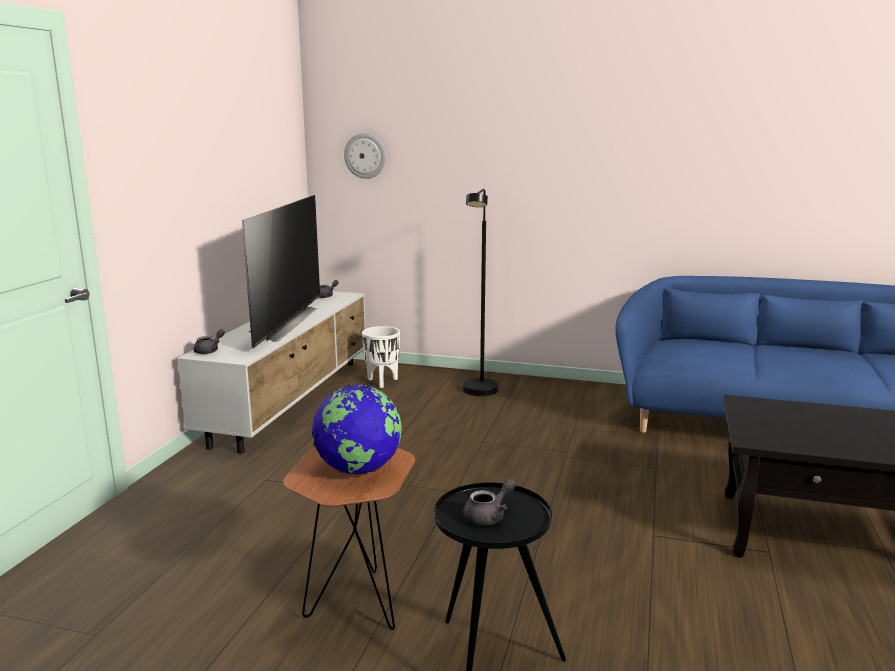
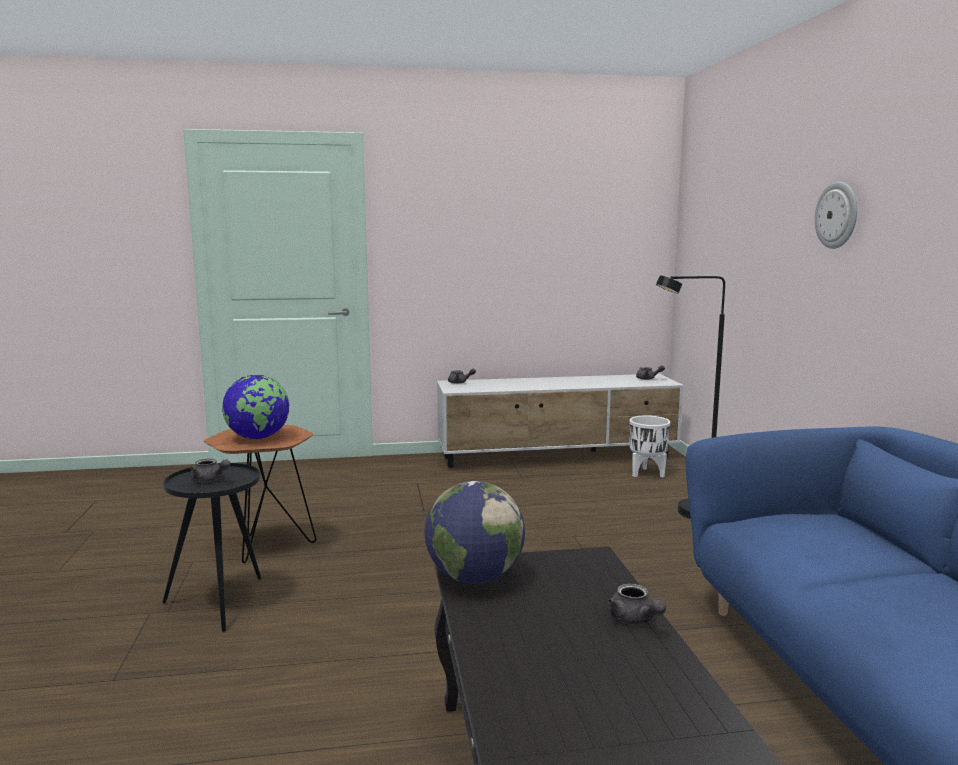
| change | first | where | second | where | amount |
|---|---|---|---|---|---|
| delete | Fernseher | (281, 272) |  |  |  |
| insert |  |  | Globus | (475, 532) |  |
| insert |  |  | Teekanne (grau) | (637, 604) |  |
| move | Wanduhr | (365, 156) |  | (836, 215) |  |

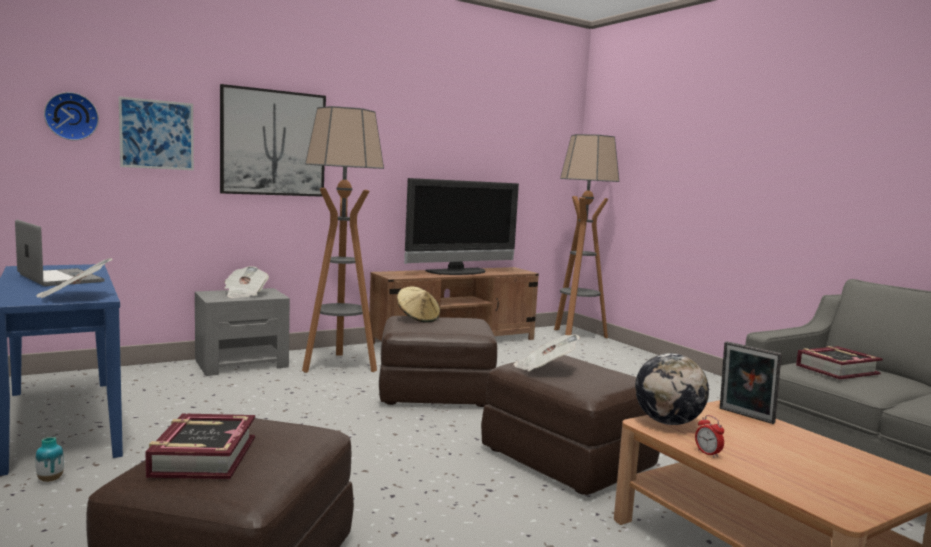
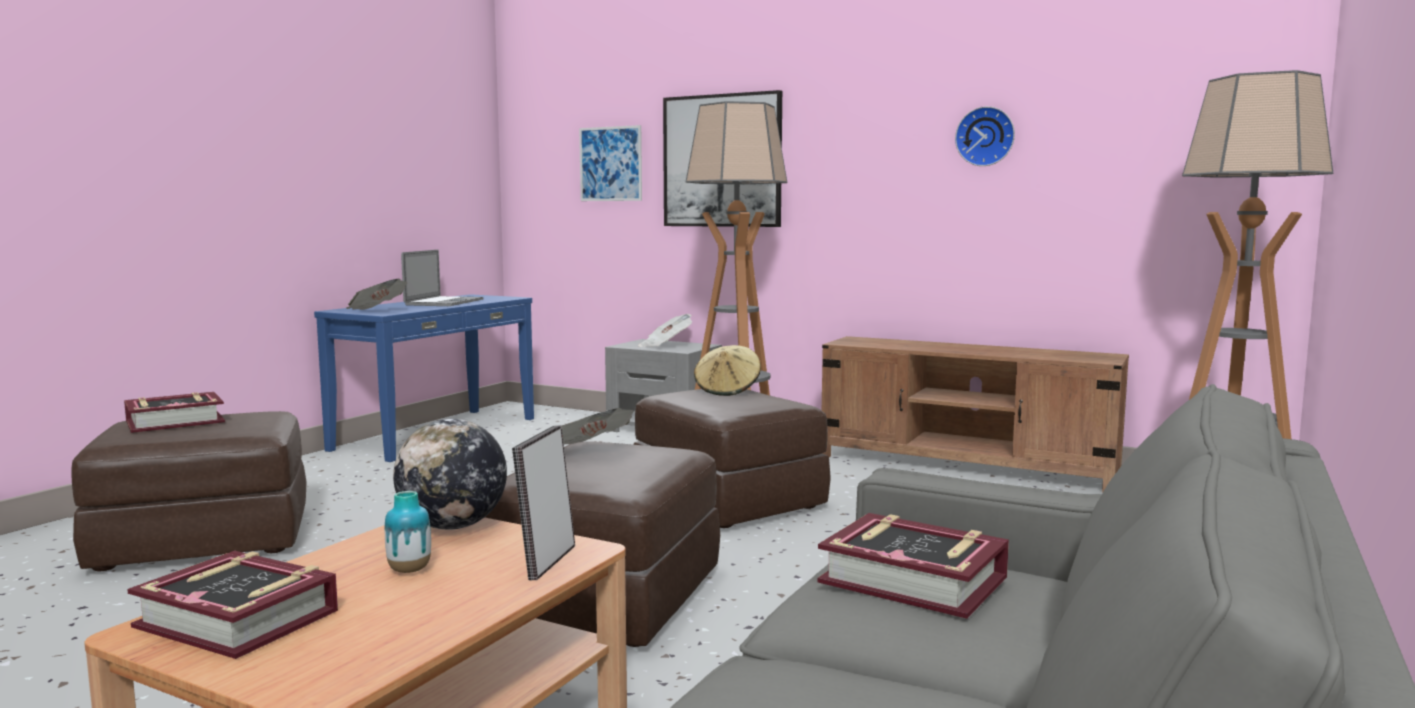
| change | first | where | second | where | amount |
|---|---|---|---|---|---|
| delete | Fernseher | (461, 226) |  |  |  |
| delete | Wecker | (709, 436) |  |  |  |
| insert |  |  | Buch | (232, 605) |  |
| move | Vase | (50, 459) |  | (408, 532) |  |
| move | Wanduhr | (71, 116) |  | (985, 136) |  |

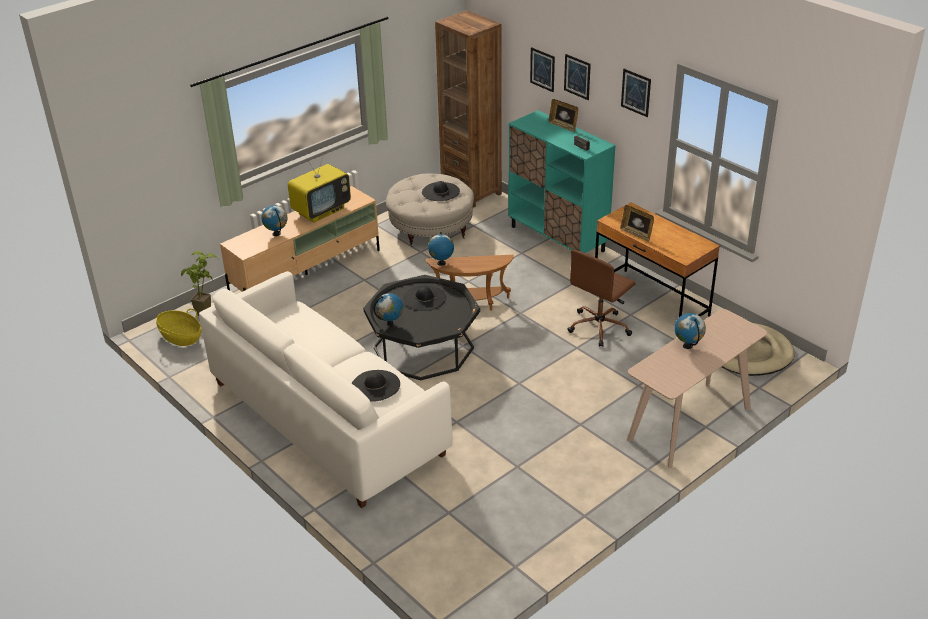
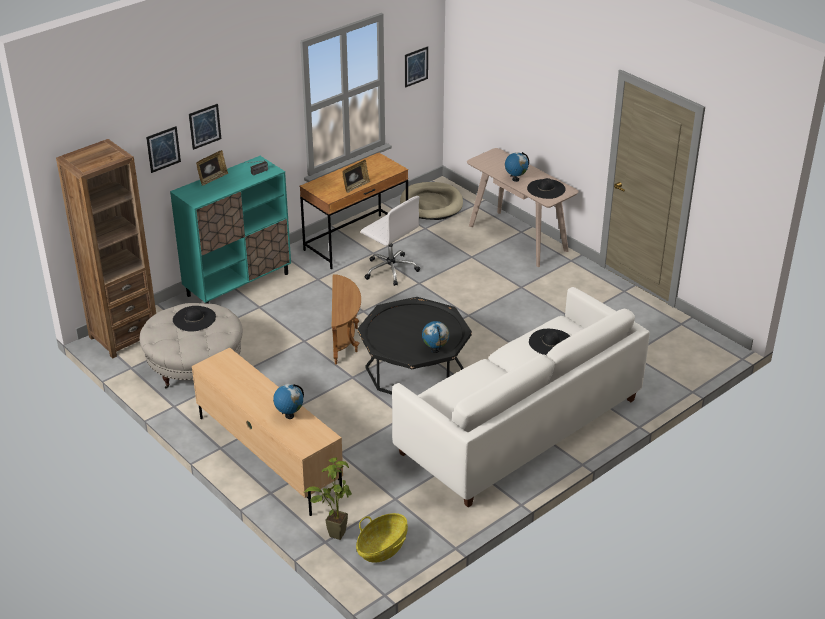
| change | first | where | second | where | amount |
|---|---|---|---|---|---|
| delete | Fernseher | (319, 187) |  |  |  |
| delete | Globus | (441, 249) |  |  |  |
| move | Hut (schwarz) | (424, 298) |  | (546, 188) |  |
| move | Bild | (636, 93) |  | (416, 67) |  |
| recolor | Bürostuhl (braun) | (602, 298) | Bürostuhl (weiß) | (390, 241) |  |

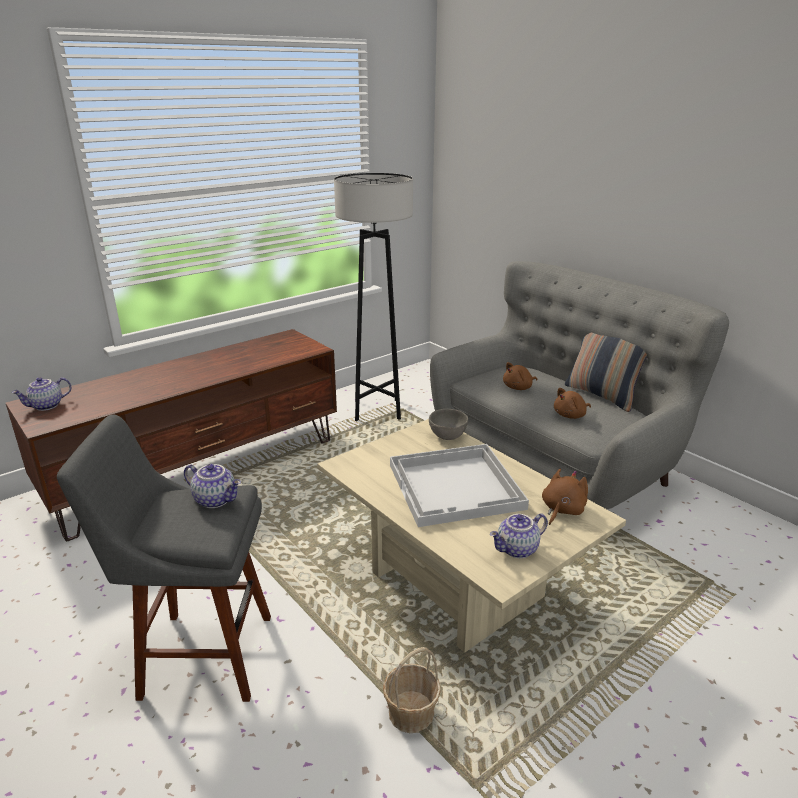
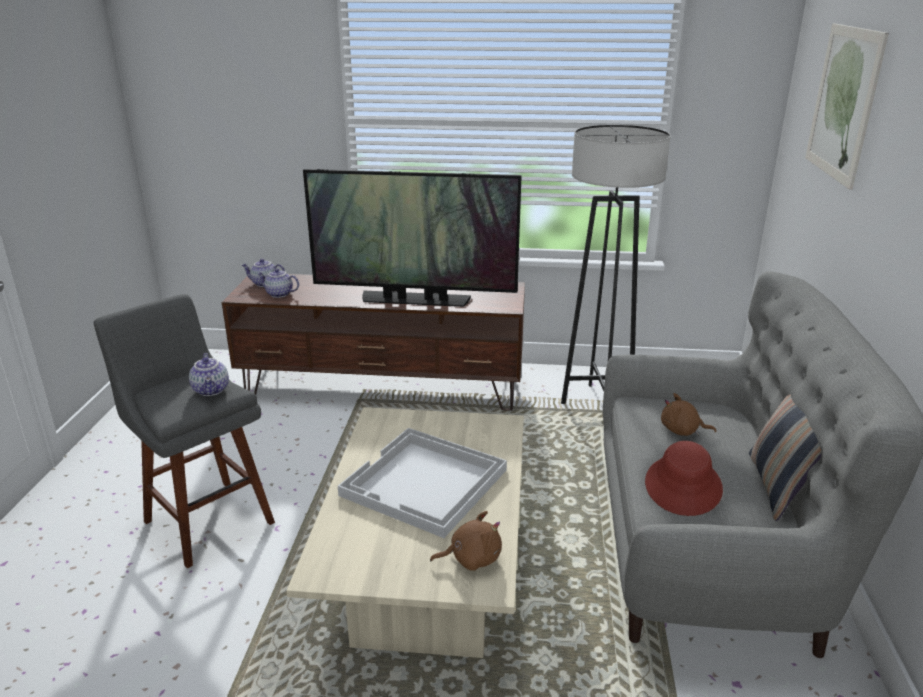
| change | first | where | second | where | amount |
|---|---|---|---|---|---|
| delete | Korb | (412, 690) |  |  |  |
| delete | Schüssel (grau) | (448, 424) |  |  |  |
| insert |  |  | Fernseher | (412, 238) |  |
| insert |  |  | Bild | (847, 107) |  |
| move | Teekanne | (519, 535) |  | (278, 283) |  |
| replace | Plüschtier (braun) | (572, 403) | Hut (rot) | (684, 478) |  |

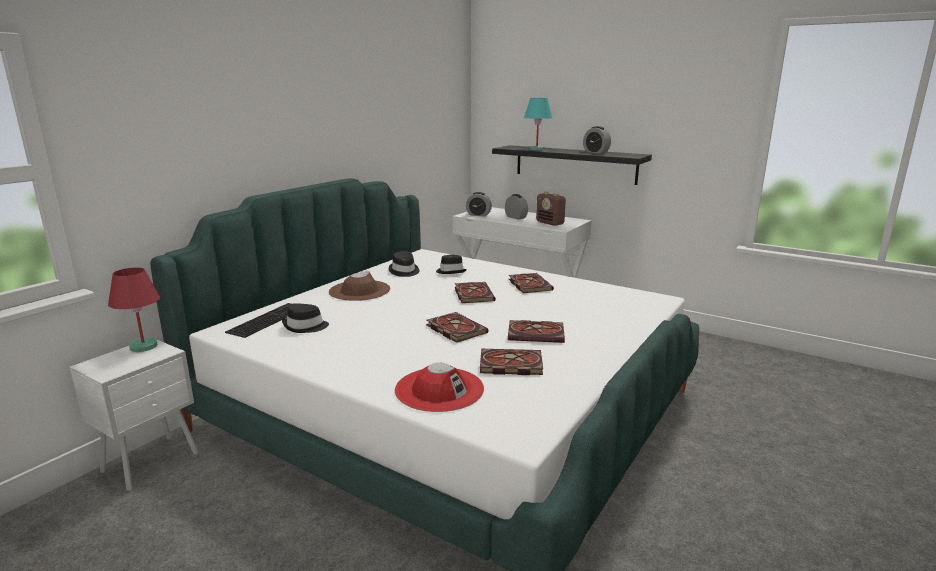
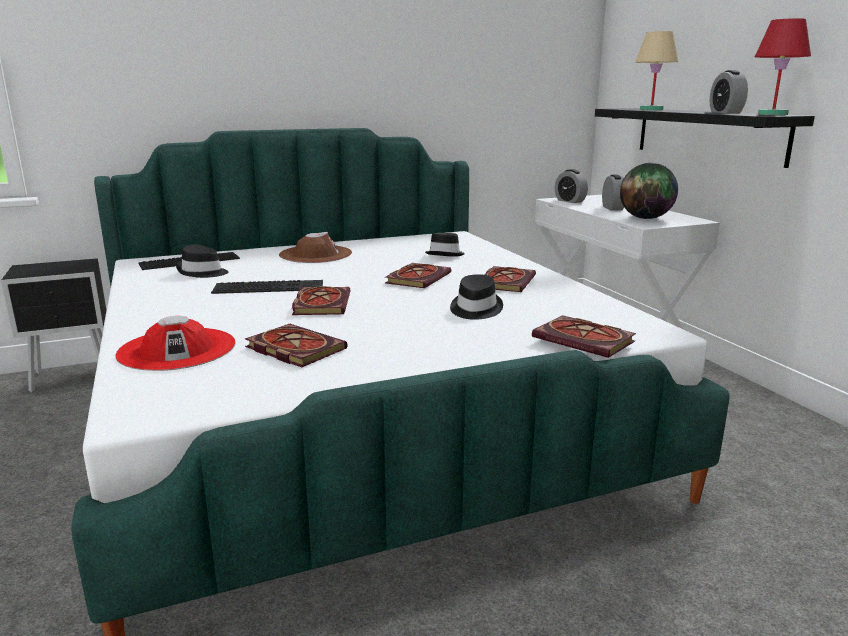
| change | first | where | second | where | amount |
|---|---|---|---|---|---|
| insert |  |  | Tastatur | (267, 287) |  |
| move | Tischlampe (rot) | (134, 309) |  | (783, 66) |  |
| move | Hut (schwarz) | (404, 264) |  | (476, 297) |  |
| move | Buch | (536, 331) |  | (584, 336) |  |
| replace | Radio | (551, 208) | Globus | (649, 191) |  |
| recolor | Nachttisch (weiß) | (133, 415) | Nachttisch (schwarz) | (53, 325) |  |
| recolor | Tischlampe (türkis) | (538, 124) | Tischlampe (beige) | (657, 70) |  |

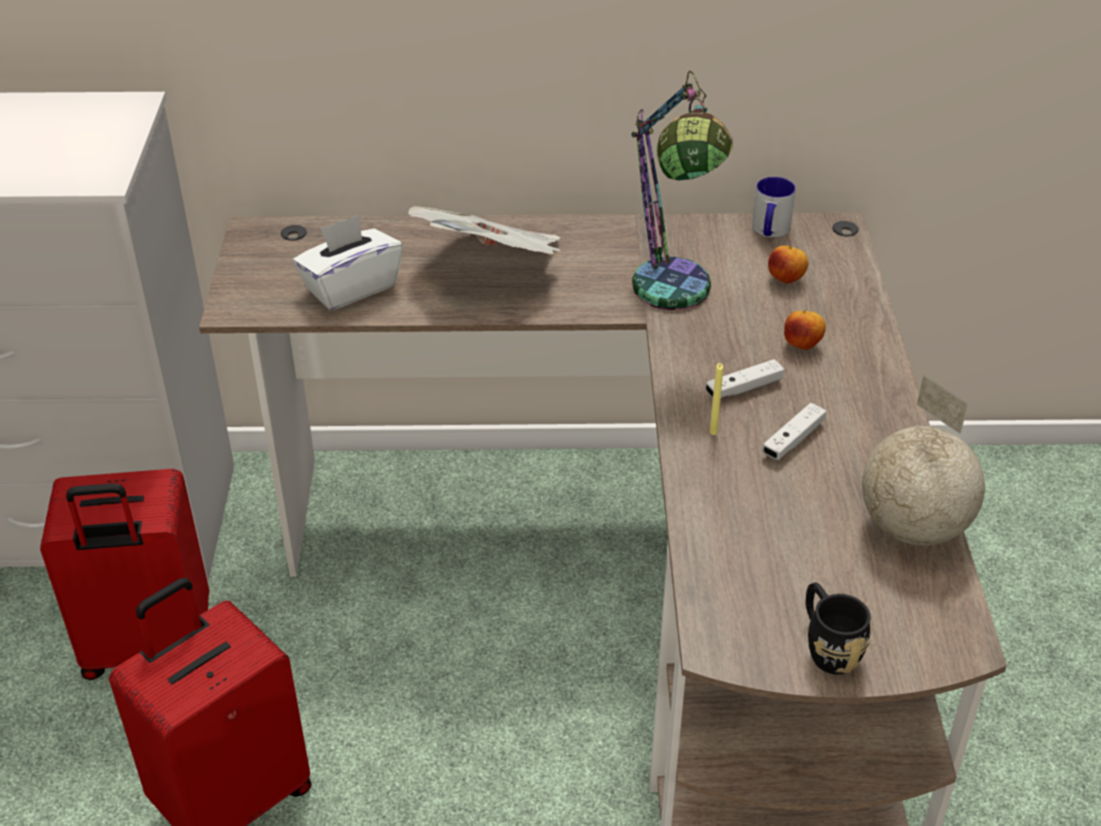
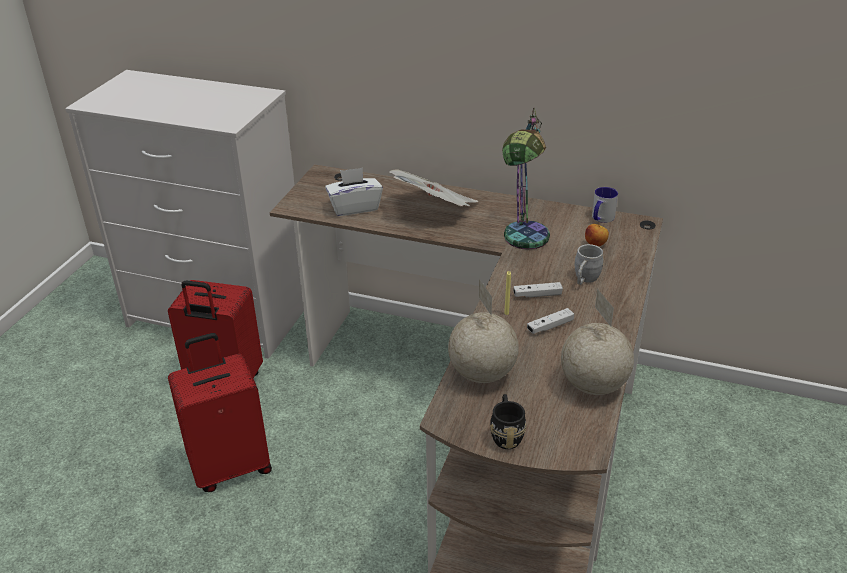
| change | first | where | second | where | amount |
|---|---|---|---|---|---|
| insert |  |  | Globus | (483, 331) |  |
| replace | Apfel | (805, 330) | Henkelbecher (grau) | (589, 264) |  |

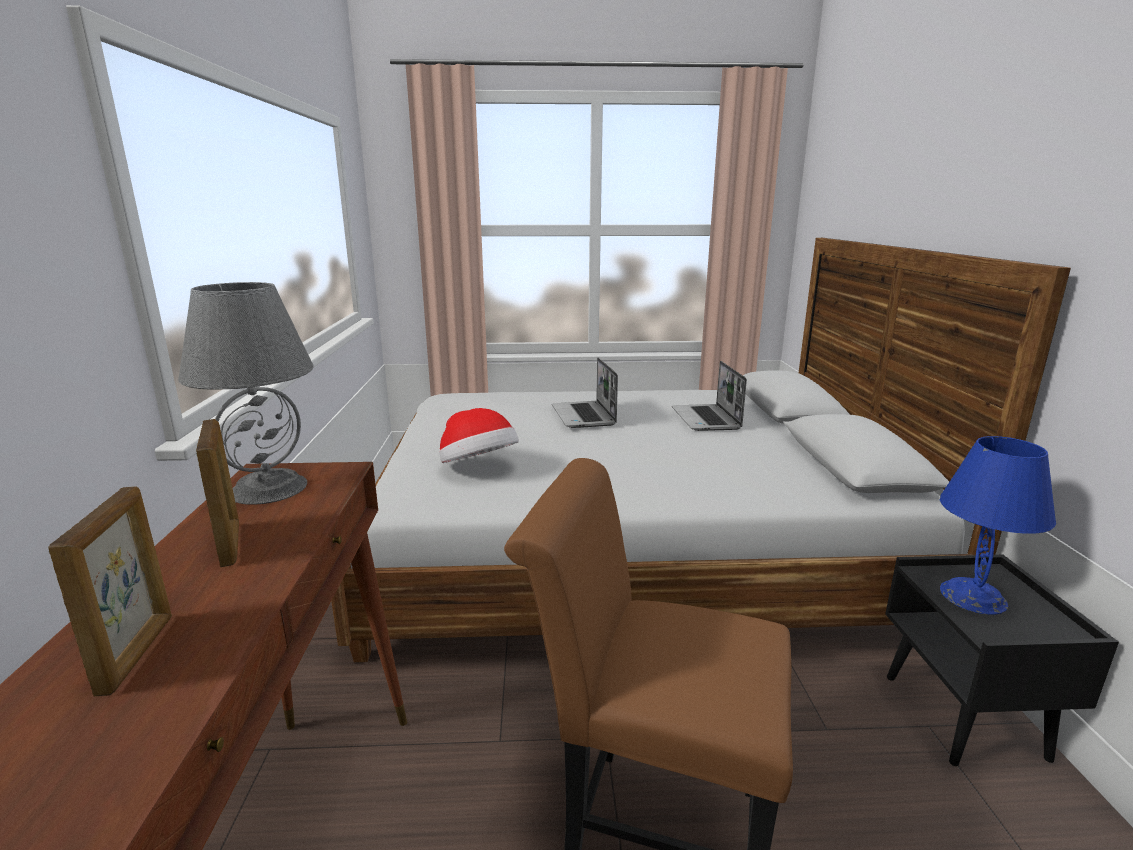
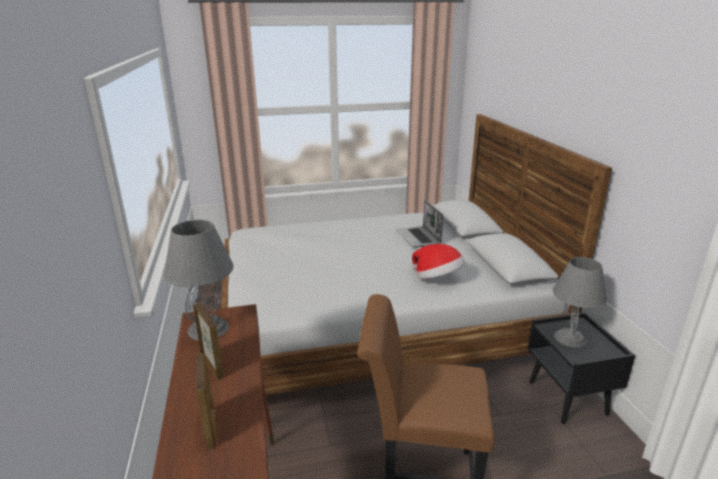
| change | first | where | second | where | amount |
|---|---|---|---|---|---|
| delete | Laptop | (585, 393) |  |  |  |
| move | Hut | (479, 435) |  | (438, 261) |  |
| recolor | Tischlampe (blau) | (997, 525) | Tischlampe (grau) | (580, 302) |  |

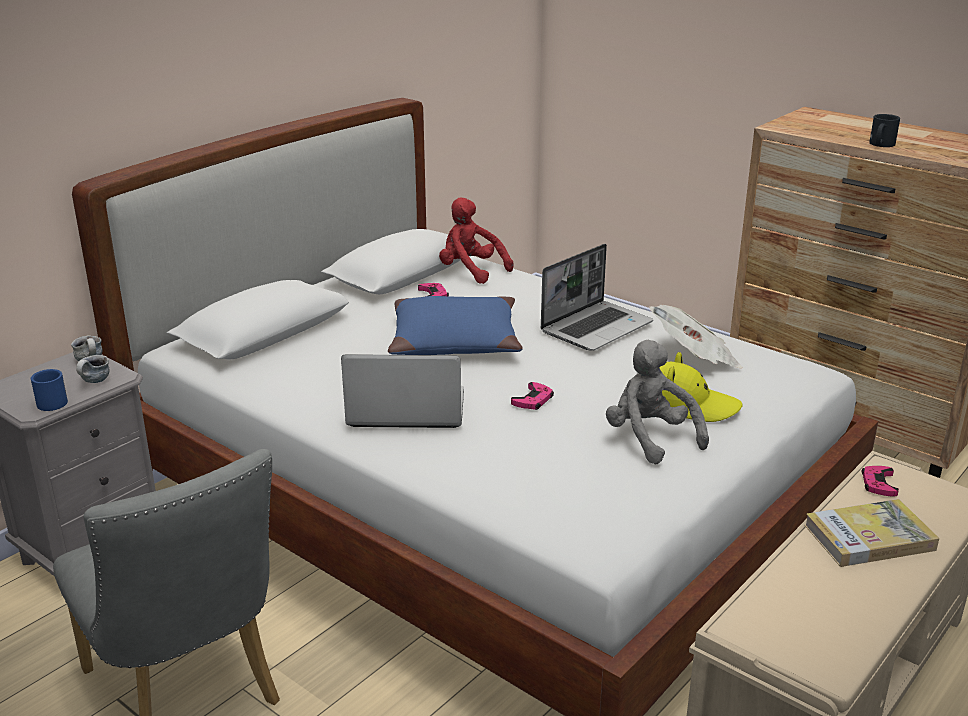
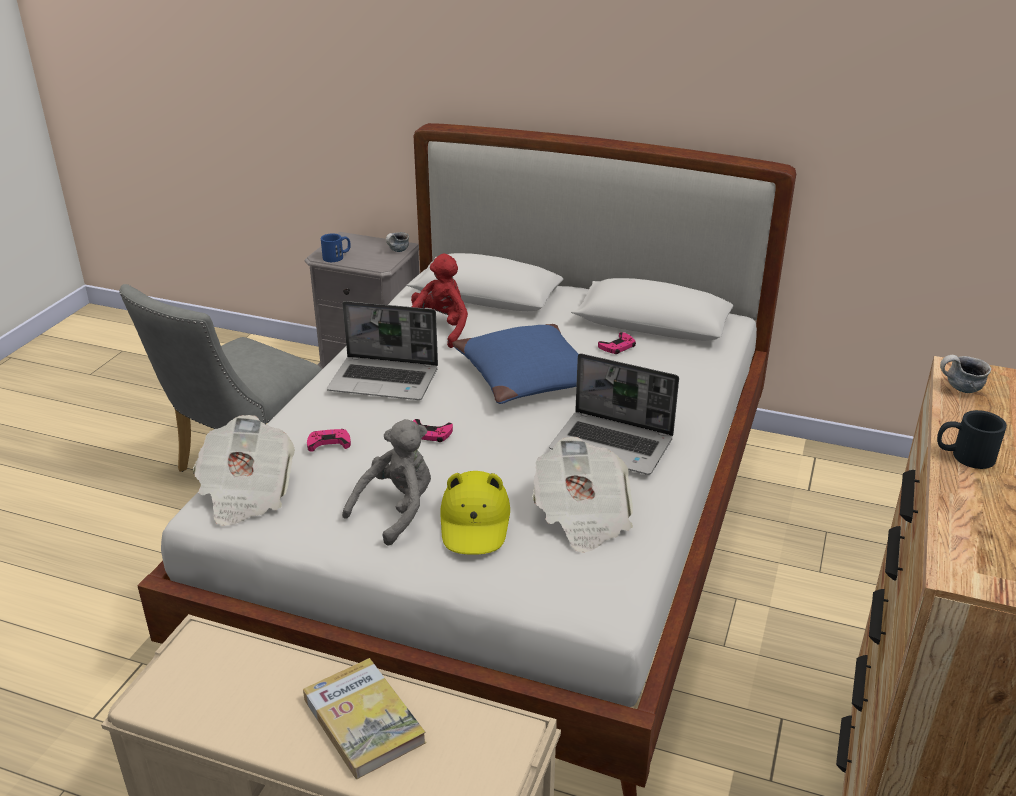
| change | first | where | second | where | amount |
|---|---|---|---|---|---|
| insert |  |  | Zeitung | (244, 470) |  |
| move | Henkelbecher | (92, 369) |  | (965, 374) |  |
| move | Plüschtier (rot) | (476, 240) |  | (439, 301) |  |
| move | Gamepad (rosa) | (880, 481) |  | (329, 440) |  |
| rotate | Laptop | (402, 391) |  | (382, 350) | 120 degrees clockwise |

